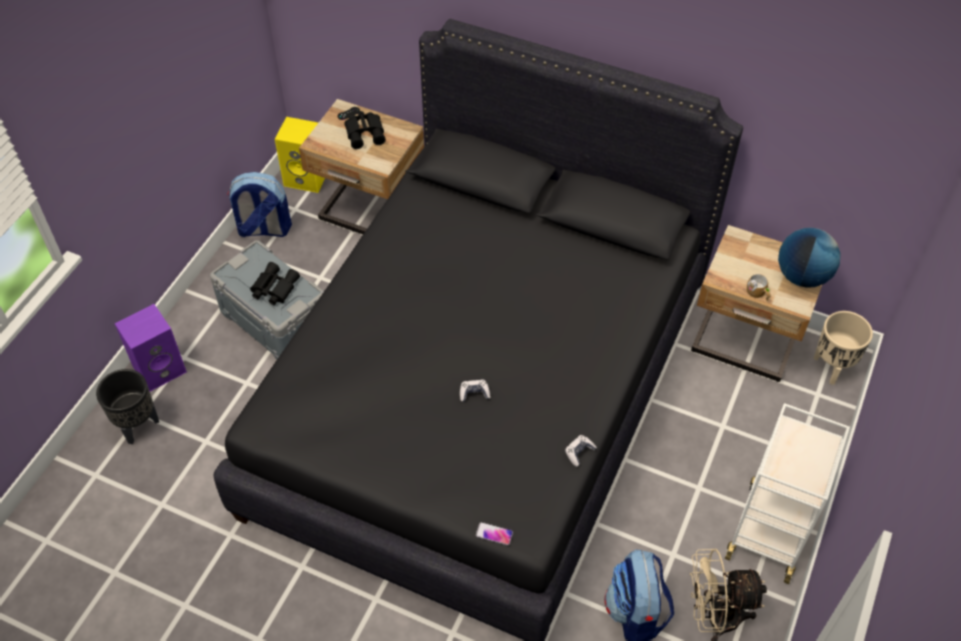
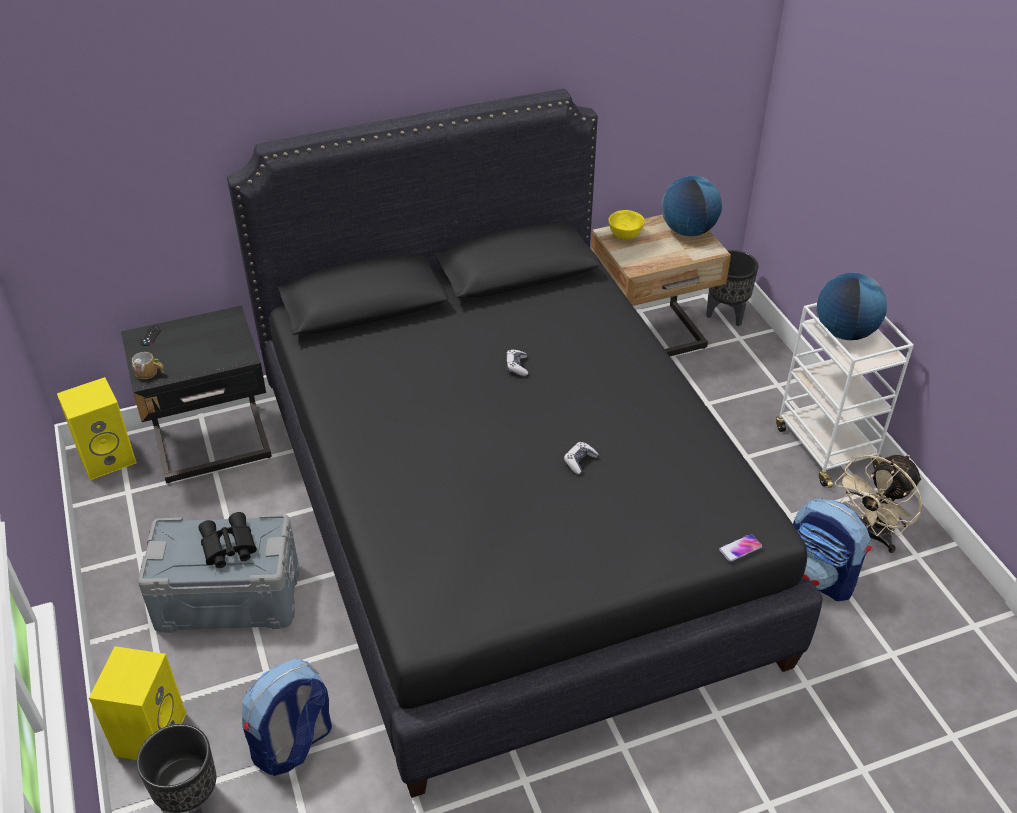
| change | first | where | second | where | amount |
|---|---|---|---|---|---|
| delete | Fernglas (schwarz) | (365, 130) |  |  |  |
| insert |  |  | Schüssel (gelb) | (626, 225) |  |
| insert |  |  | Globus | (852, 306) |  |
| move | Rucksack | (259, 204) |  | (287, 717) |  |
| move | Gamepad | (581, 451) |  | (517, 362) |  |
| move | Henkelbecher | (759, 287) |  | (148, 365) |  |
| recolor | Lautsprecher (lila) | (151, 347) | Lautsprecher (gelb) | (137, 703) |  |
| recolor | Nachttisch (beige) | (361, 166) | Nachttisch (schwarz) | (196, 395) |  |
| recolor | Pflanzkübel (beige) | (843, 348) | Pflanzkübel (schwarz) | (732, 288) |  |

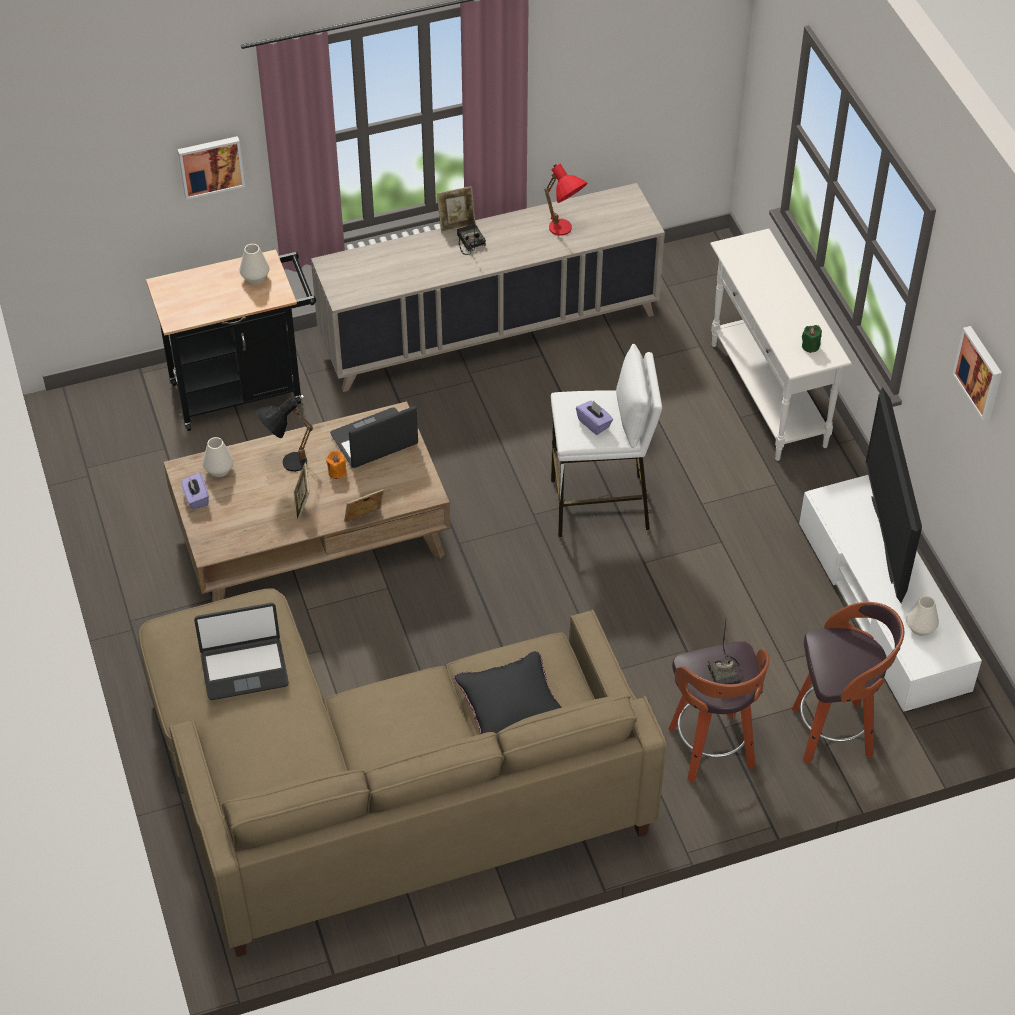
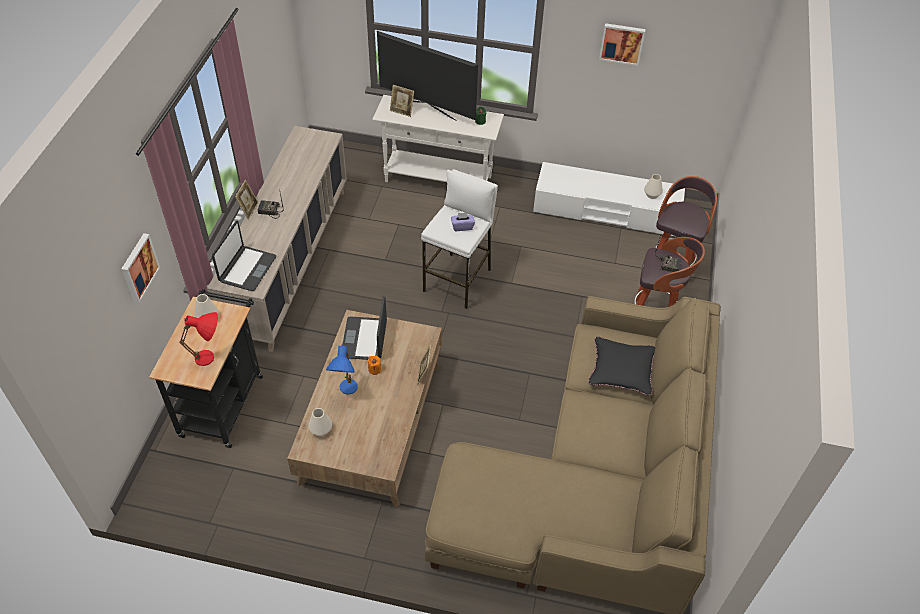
| change | first | where | second | where | amount |
|---|---|---|---|---|---|
| delete | Taschentuchbox (lila) | (195, 490) |  |  |  |
| move | Laptop | (241, 651) |  | (244, 256) |  |
| move | Bilderrahmen | (301, 492) |  | (402, 101) |  |
| move | Tischlampe (rot) | (566, 200) |  | (198, 339) |  |
| move | Fernseher | (894, 495) |  | (427, 76) |  |
| recolor | Tischlampe (schwarz) | (284, 435) | Tischlampe (blau) | (342, 369) |  |

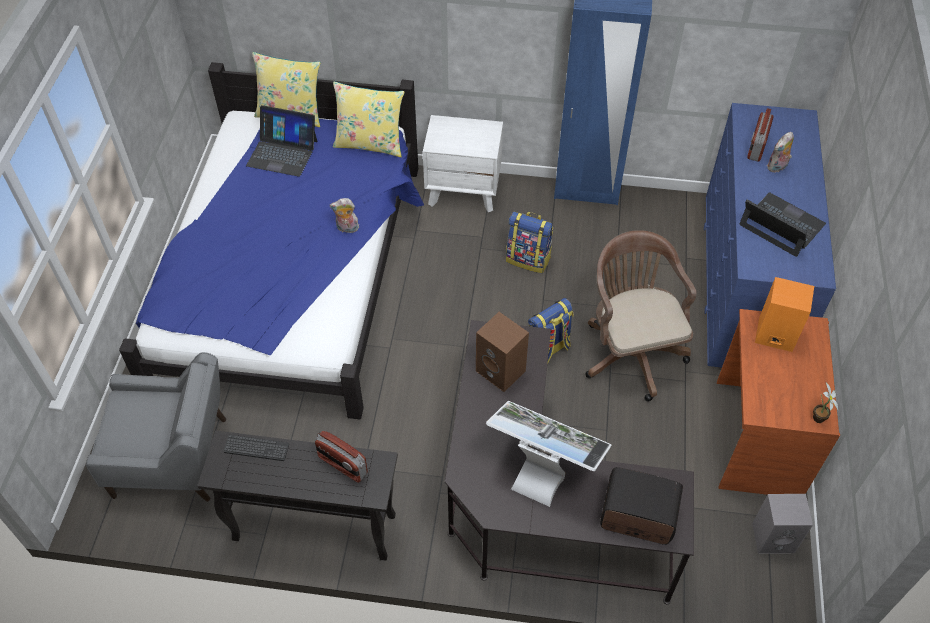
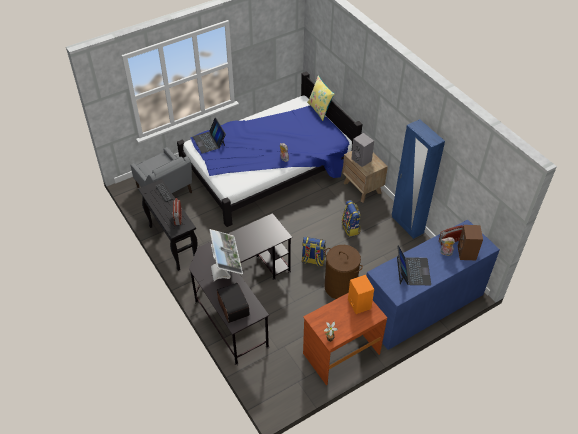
| change | first | where | second | where | amount |
|---|---|---|---|---|---|
| delete | Kissen (gelb) | (369, 119) |  |  |  |
| move | Laptop | (282, 141) |  | (209, 135) |  |
| move | Lautsprecher (braun) | (502, 352) |  | (470, 242) |  |
| move | Lautsprecher (grau) | (782, 523) |  | (362, 150) |  |
| replace | Bürostuhl (braun) | (641, 316) | Wäschekorb (braun) | (344, 272) |  |
| recolor | Nachttisch (weiß) | (463, 163) | Nachttisch (braun) | (365, 176) |  |

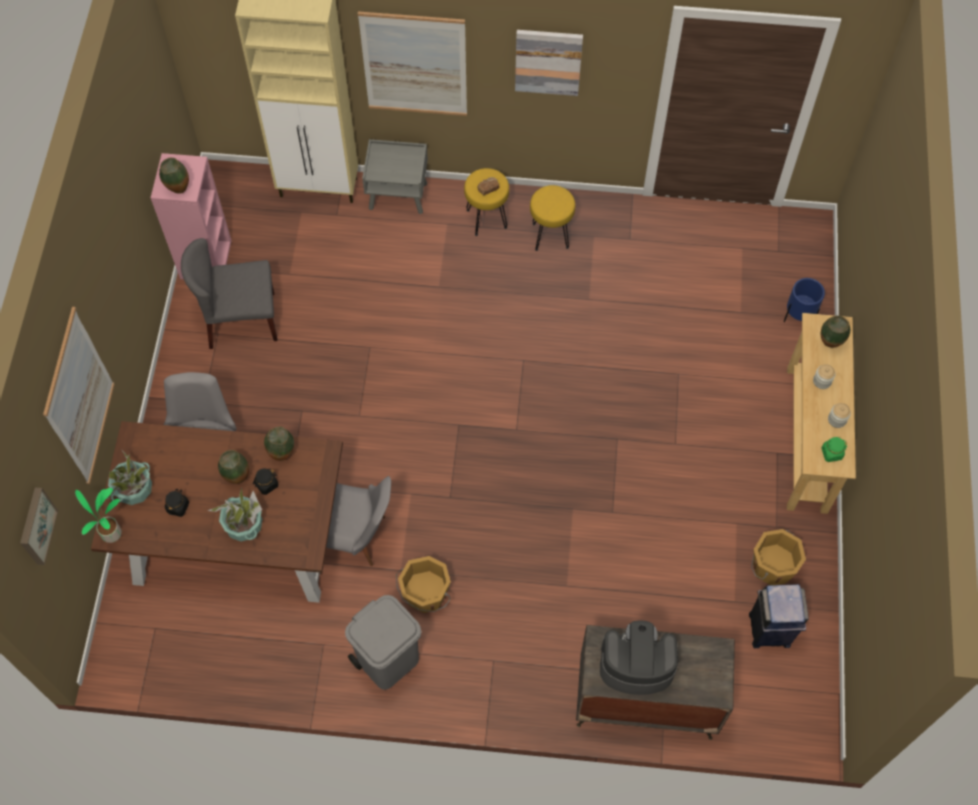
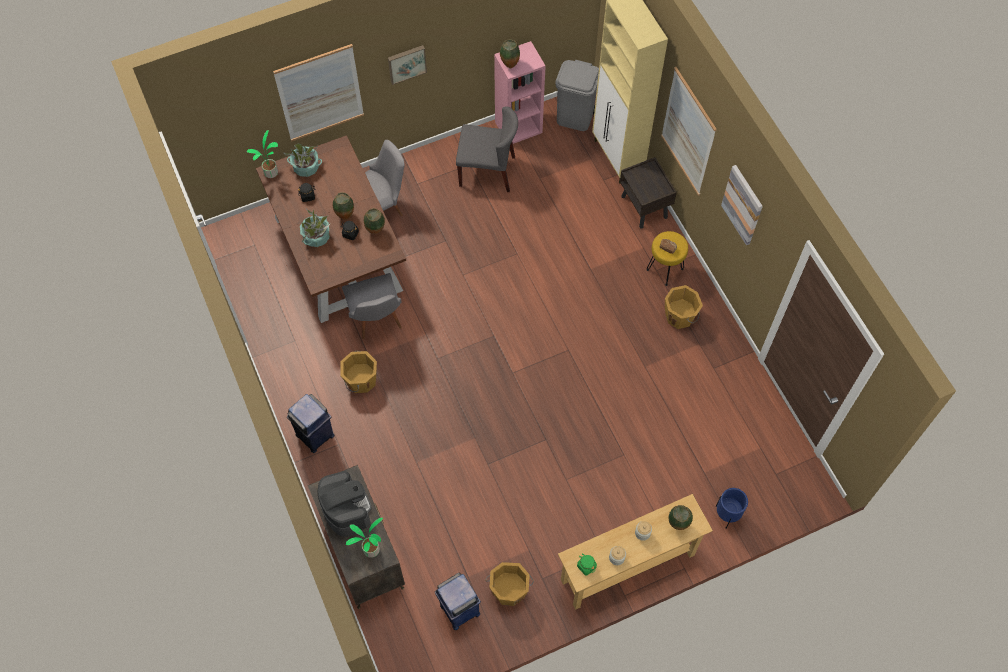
| change | first | where | second | where | amount |
|---|---|---|---|---|---|
| insert |  |  | Mülleimer (blau) | (310, 423) |  |
| insert |  |  | Topfpflanze | (364, 538) |  |
| move | Bild | (39, 526) |  | (407, 65) |  |
| move | Mülleimer (grau) | (383, 642) |  | (577, 95) |  |
| replace | Hocker (gelb) | (552, 218) | Eimer (orange) | (684, 307) |  |
| recolor | Nachttisch (grau) | (395, 176) | Nachttisch (braun) | (648, 193) |  |
| rotate | Stuhl (grau) | (229, 293) |  | (487, 149) | 135 degrees clockwise |

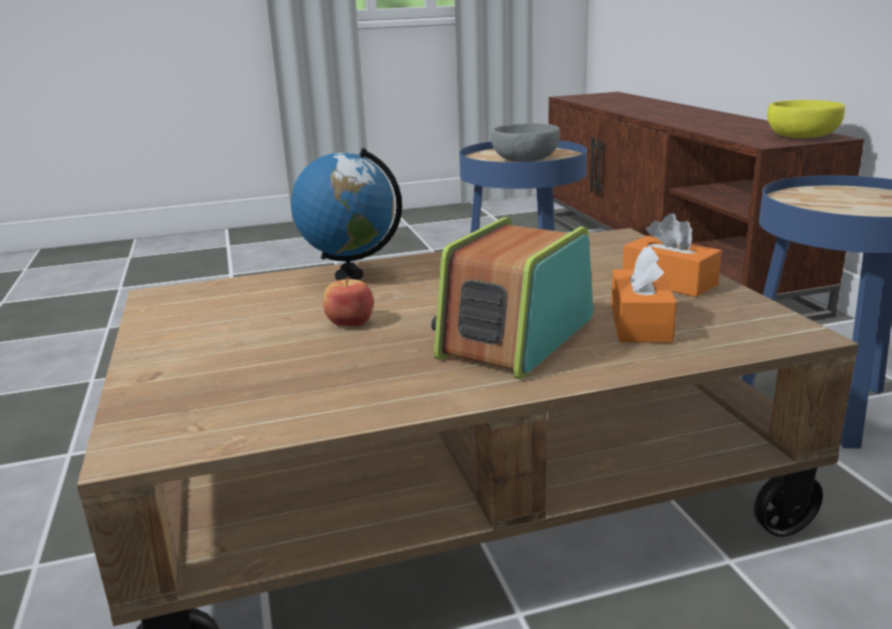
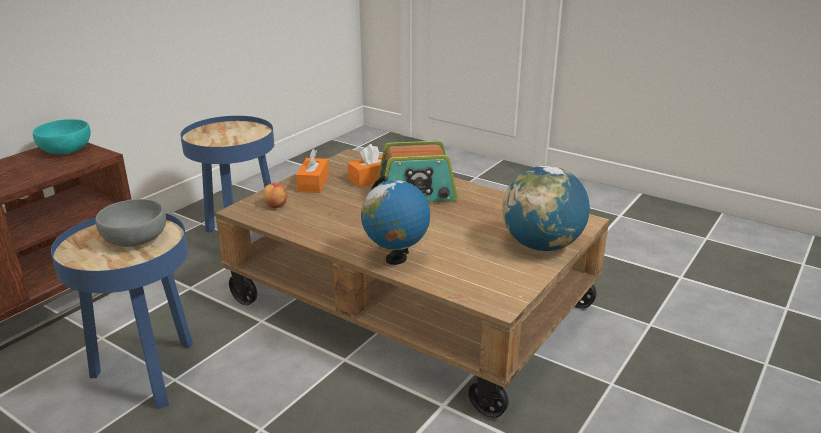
| change | first | where | second | where | amount |
|---|---|---|---|---|---|
| insert |  |  | Globus | (546, 208) |  |
| move | Apfel | (348, 301) |  | (275, 195) |  |
| recolor | Schüssel (gelb) | (806, 119) | Schüssel (türkis) | (62, 136) |  |

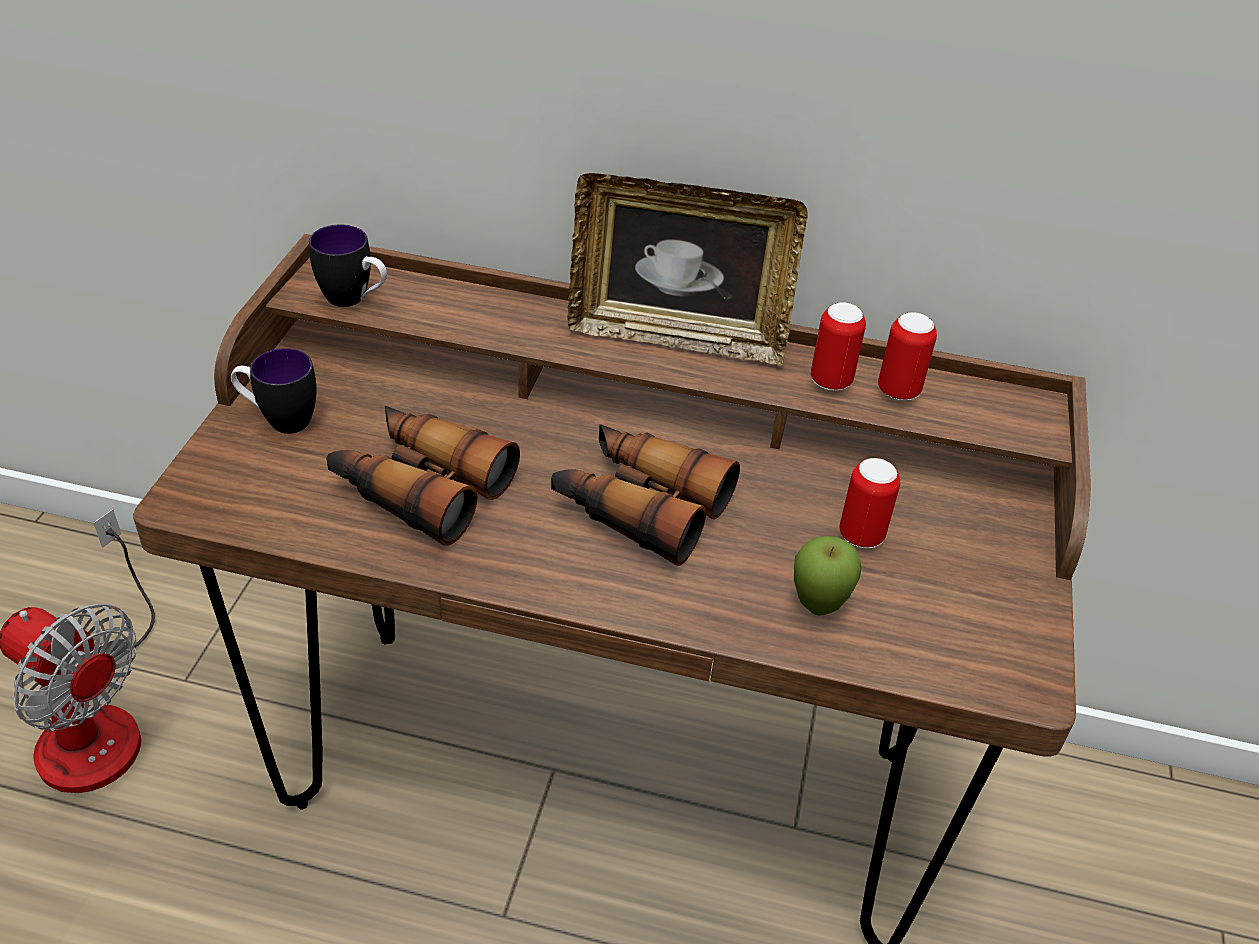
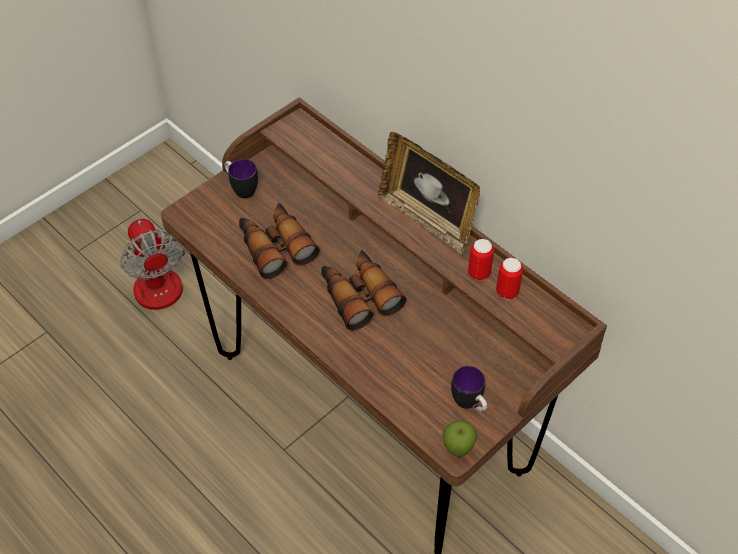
| change | first | where | second | where | amount |
|---|---|---|---|---|---|
| delete | Dose | (870, 503) |  |  |  |
| move | Henkelbecher | (348, 265) |  | (469, 389) |  |
| move | Apfel | (827, 576) |  | (460, 438) |  |

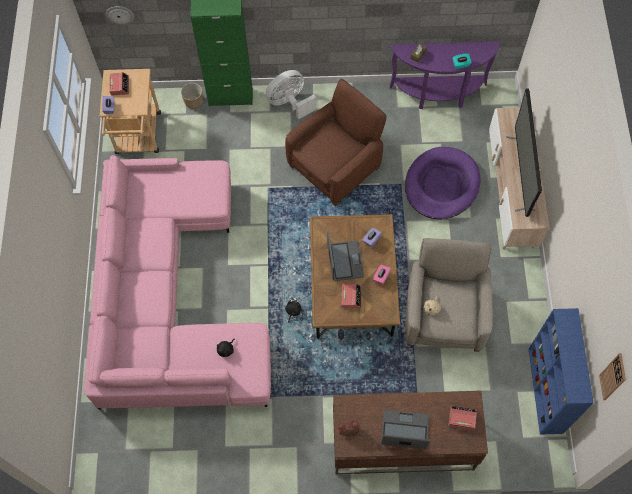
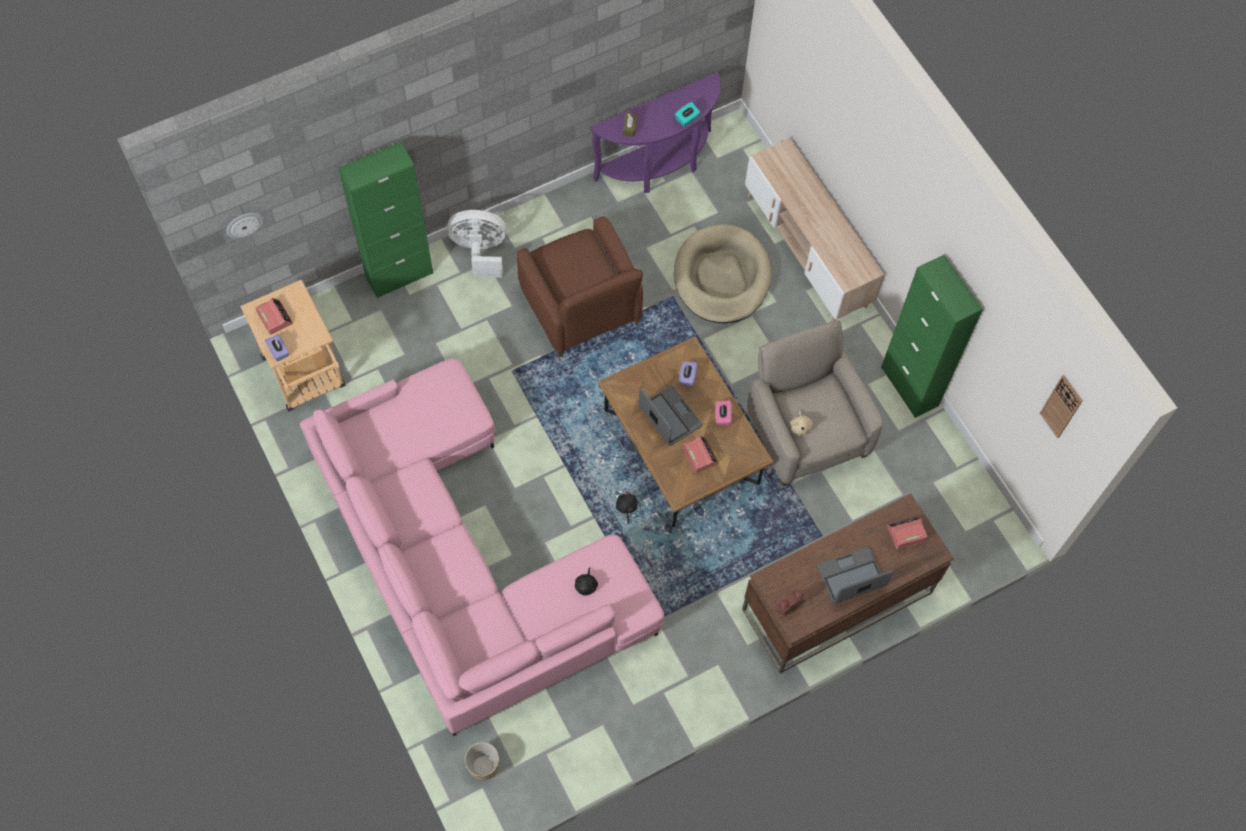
| change | first | where | second | where | amount |
|---|---|---|---|---|---|
| delete | Fernseher | (524, 153) |  |  |  |
| delete | Bücherregal (blau) | (561, 371) |  |  |  |
| insert |  |  | Schrank (grün) | (932, 336) |  |
| move | Pflanzkübel | (192, 96) |  | (482, 761) |  |
| recolor | Hundebett (lila) | (443, 183) | Hundebett (beige) | (722, 273) |  |
| rotate | Ventilator (weiß) | (290, 94) |  | (476, 244) | 60 degrees clockwise |
| rotate | Sessel (braun) | (336, 143) |  | (580, 287) | 135 degrees clockwise |

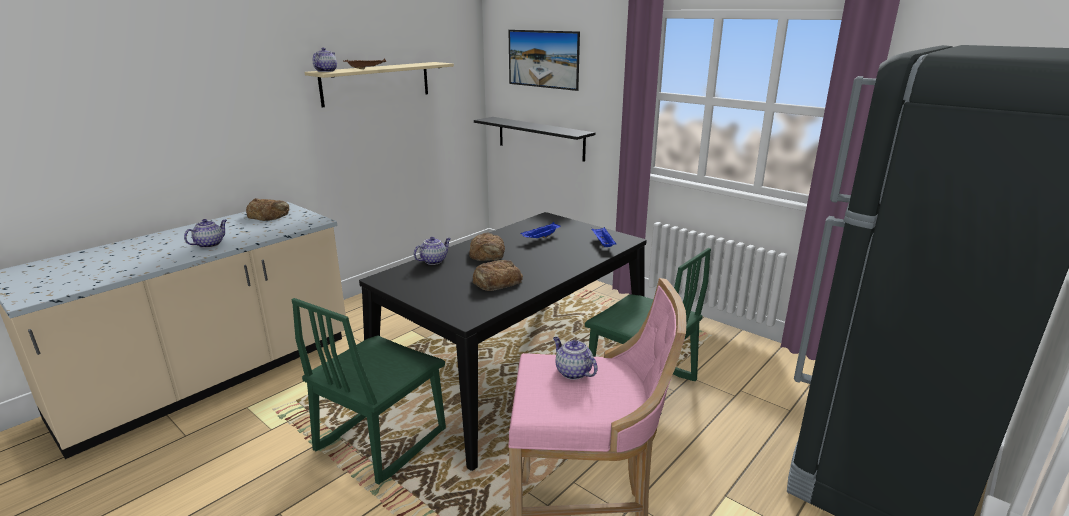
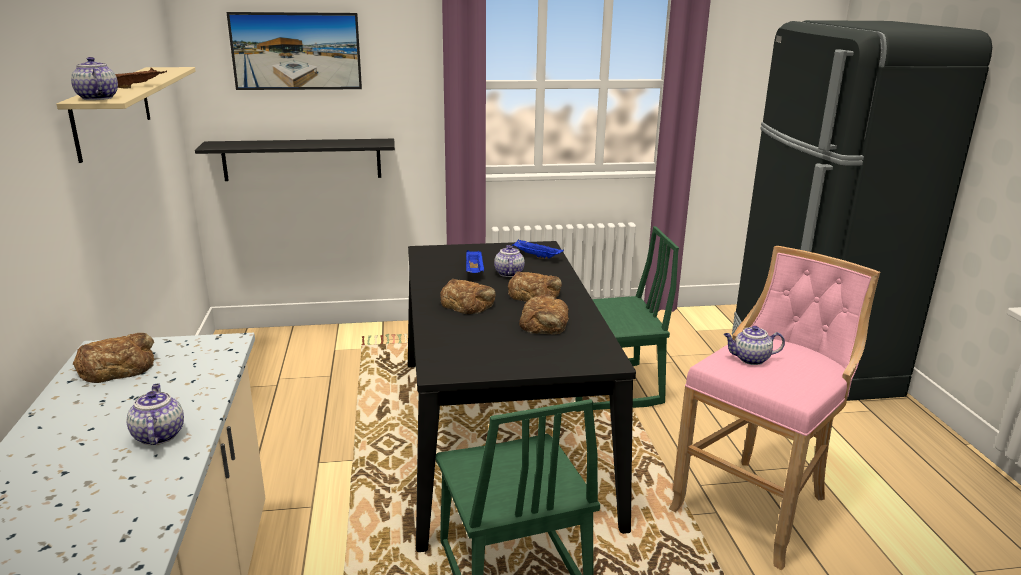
| change | first | where | second | where | amount |
|---|---|---|---|---|---|
| insert |  |  | Brot | (535, 286) |  |
| move | Teekanne | (432, 251) |  | (509, 261) |  |

